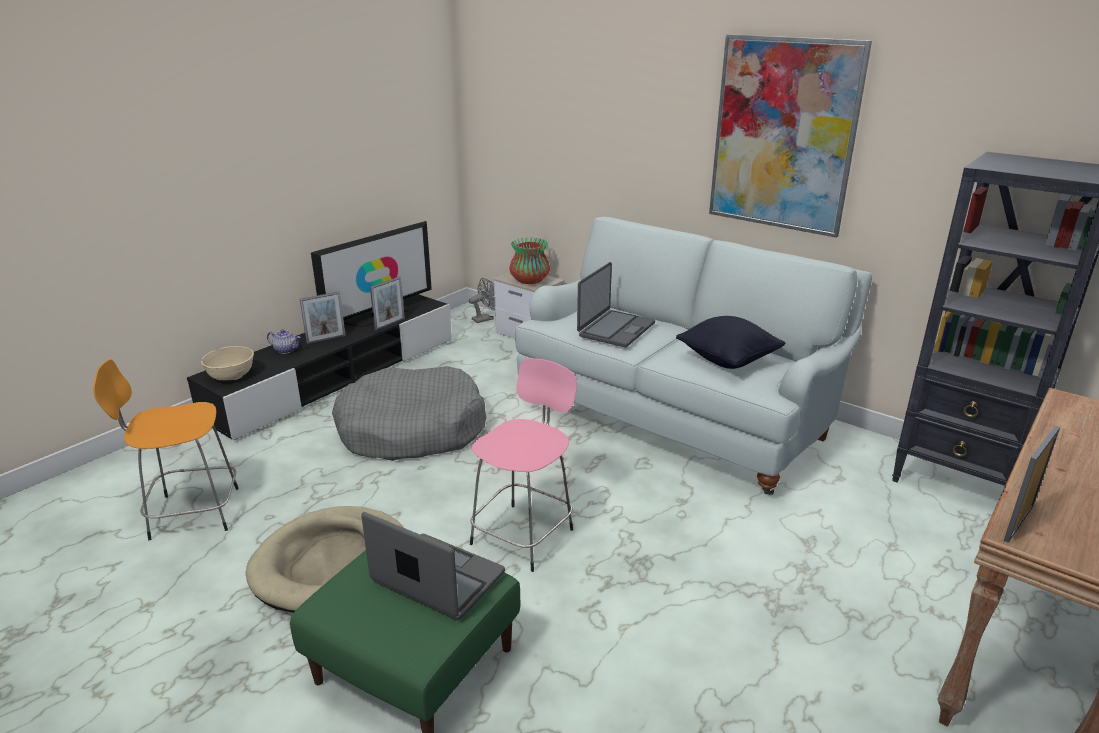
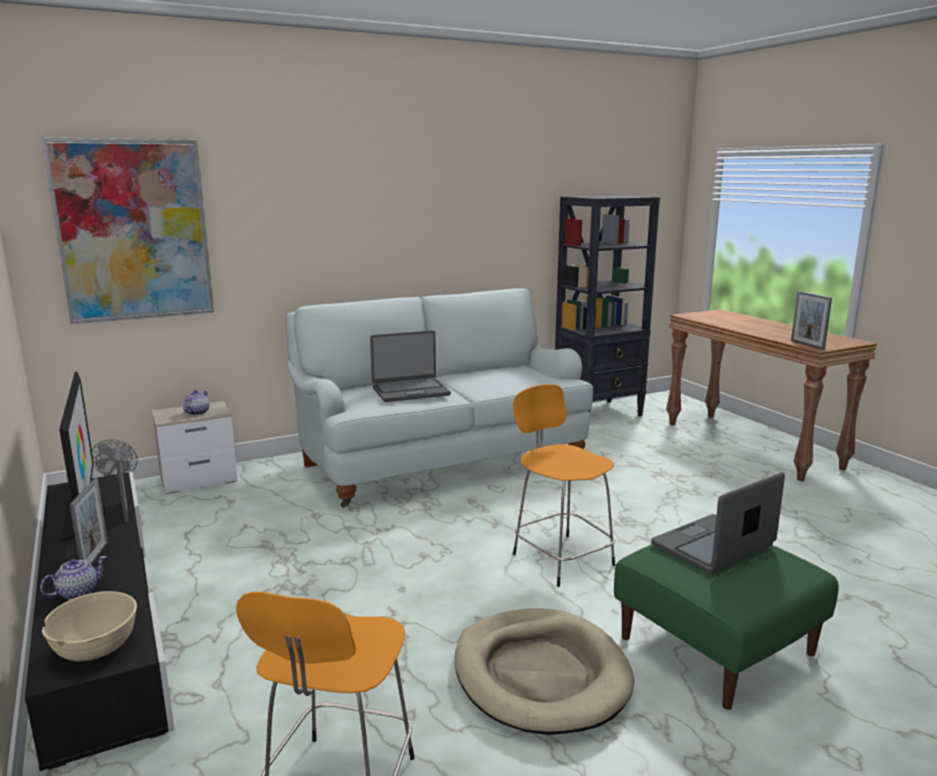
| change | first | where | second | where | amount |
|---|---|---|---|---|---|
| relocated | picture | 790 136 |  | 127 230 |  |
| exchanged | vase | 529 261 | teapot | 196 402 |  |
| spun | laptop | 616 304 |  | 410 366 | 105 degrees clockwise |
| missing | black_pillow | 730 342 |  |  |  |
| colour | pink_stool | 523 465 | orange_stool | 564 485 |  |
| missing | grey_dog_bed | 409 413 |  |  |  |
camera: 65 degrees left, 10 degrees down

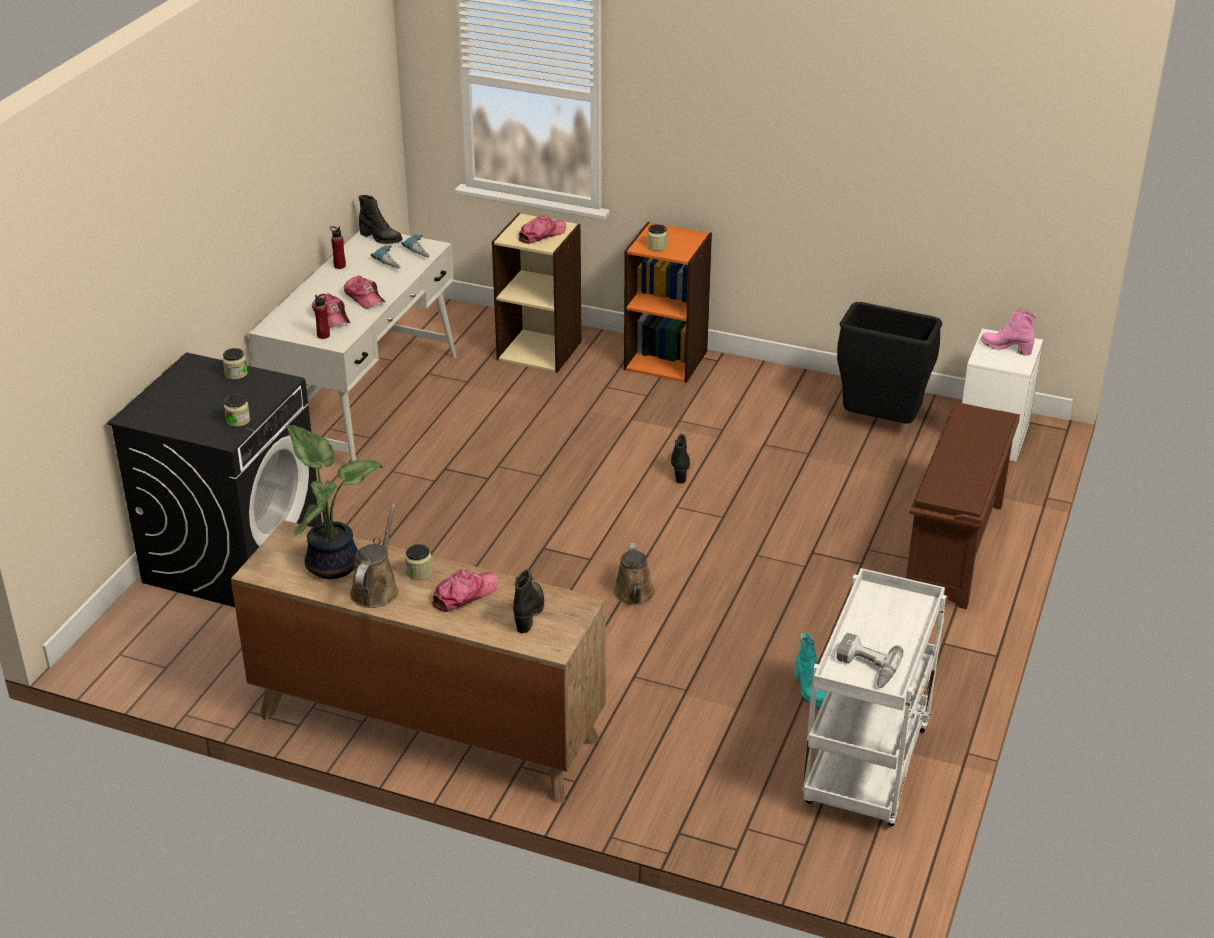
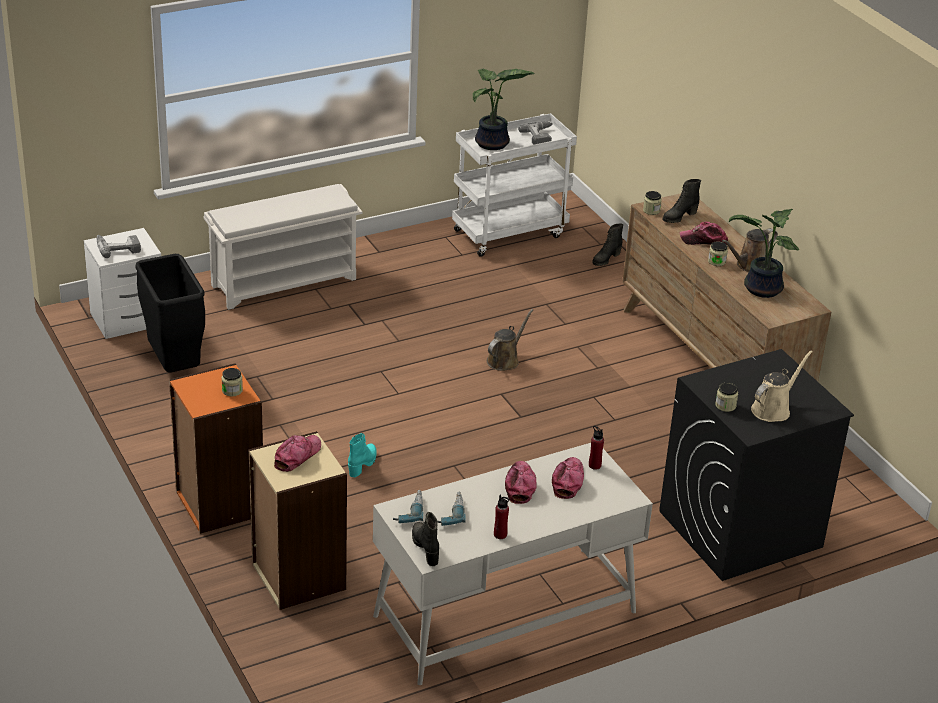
| change | first | where | second | where | amount |
|---|---|---|---|---|---|
| spun | cap | 542 229 |  | 297 453 | 120 degrees clockwise |
| exchanged | pink_boot | 1008 332 | power_drill | 118 246 |  |
| relocated | jar | 237 410 |  | 652 203 |  |
| colour | brown_shoe_rack | 963 505 | white_shoe_rack | 283 247 |  |
| relocated | black_boot | 680 459 |  | 607 244 |  |
| relocated | turquoise_boot | 811 670 |  | 362 455 |  |
| appeared |  |  | potted_plant | 504 109 |  |
| appeared |  |  | beige_watering_can | 782 386 |  |
camera: 140 degrees left, 0 degrees up

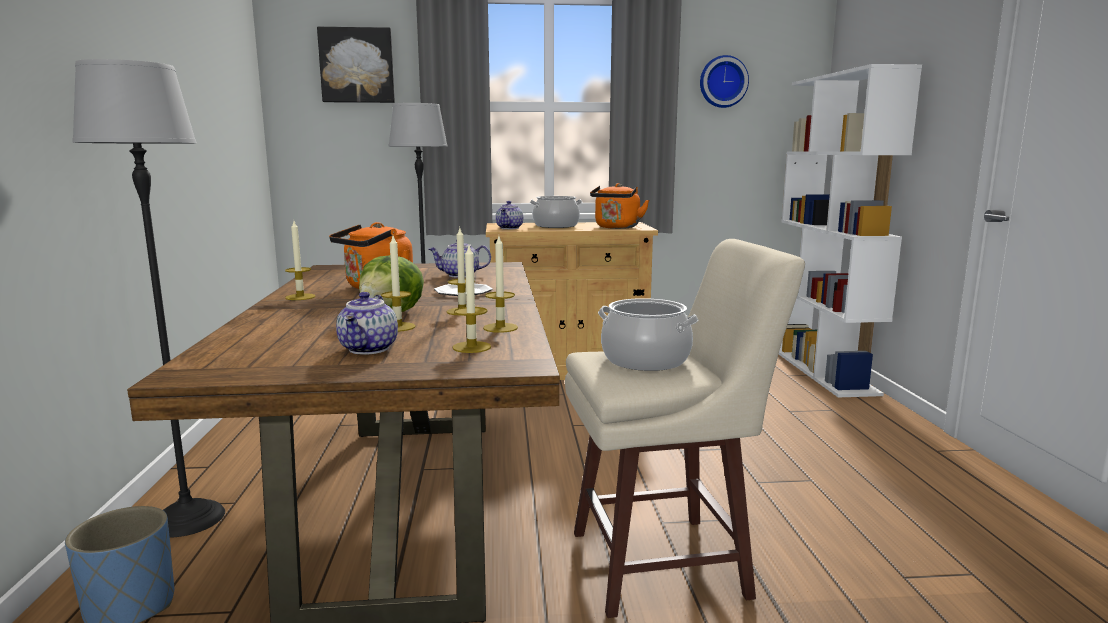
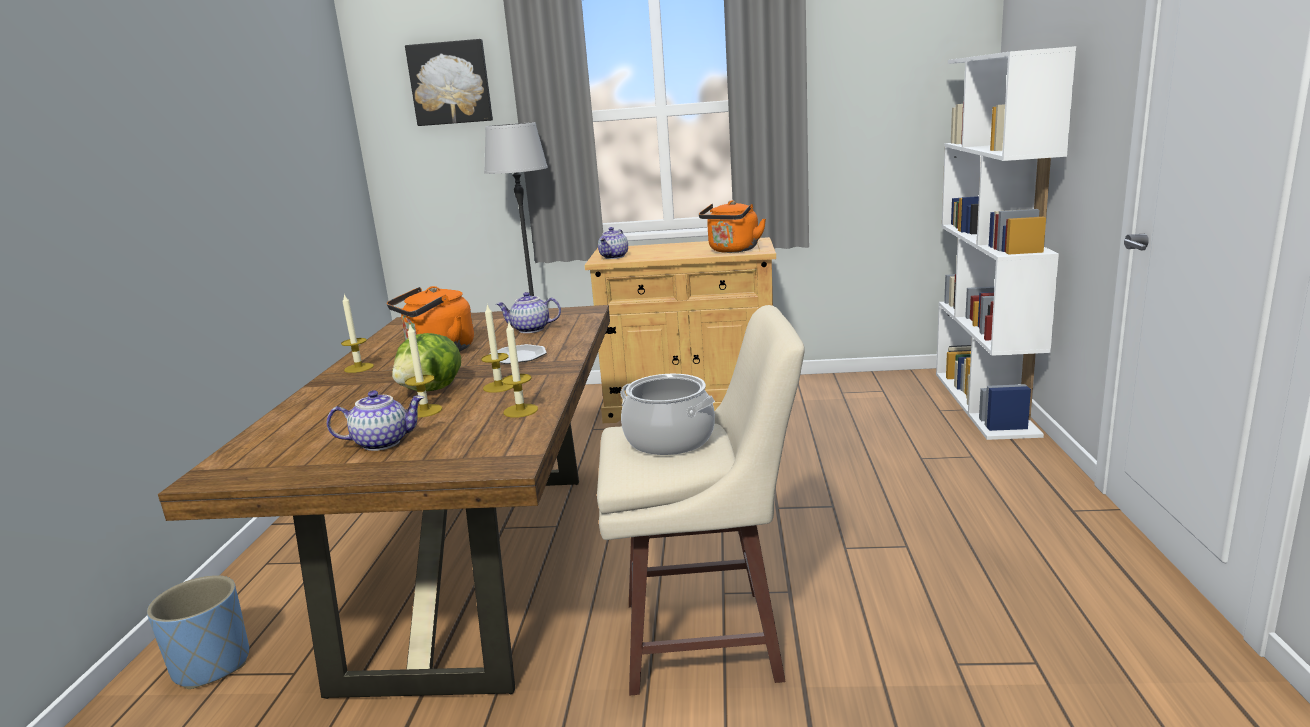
| change | first | where | second | where | amount |
|---|---|---|---|---|---|
| missing | wall_clock | 724 81 |  |  |  |
| missing | floor_lamp | 148 298 |  |  |  |
| missing | cooking_pot | 556 212 |  |  |  |
| missing | candle | 471 299 |  |  |  |
| spun | teapot | 367 323 |  | 375 420 | 120 degrees counterclockwise |
camera: 10 degrees right, 5 degrees up

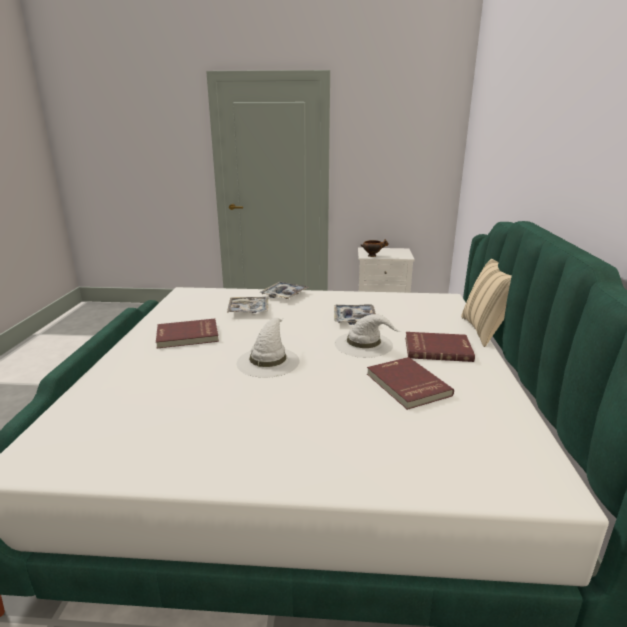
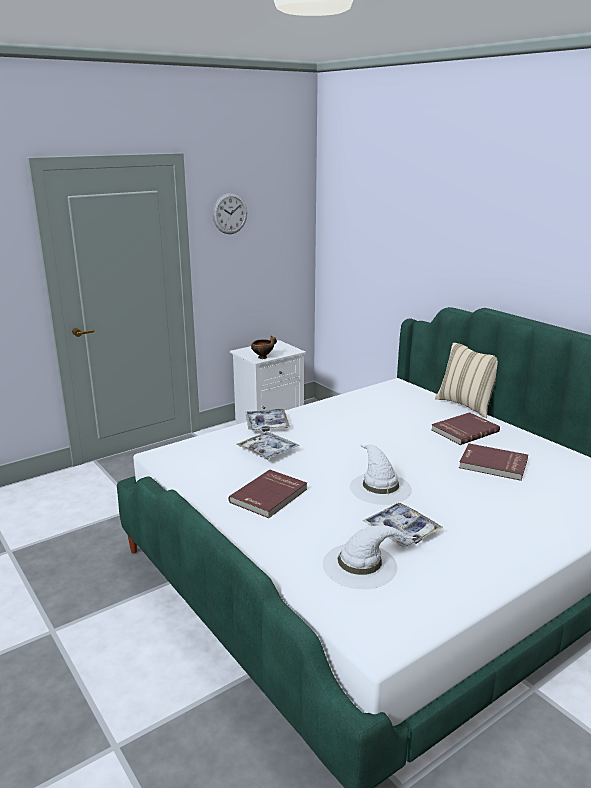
| change | first | where | second | where | amount |
|---|---|---|---|---|---|
| relocated | tray | 355 314 |  | 402 525 |  |
| relocated | white_hat | 367 336 |  | 369 557 |  |
| appeared |  |  | wall_clock | 230 213 |  |
camera: 40 degrees left, 0 degrees up

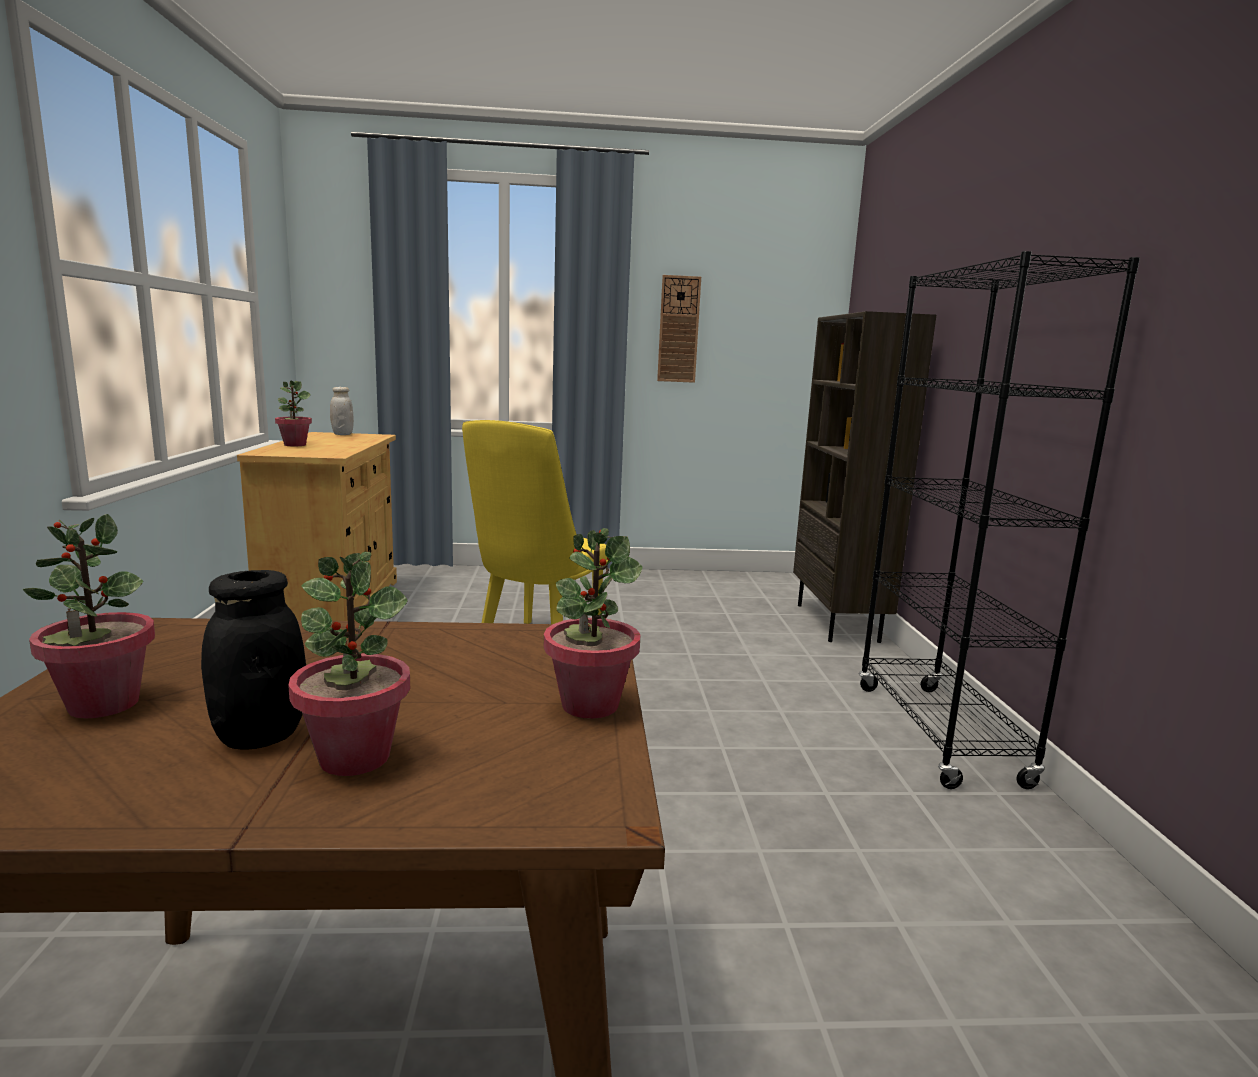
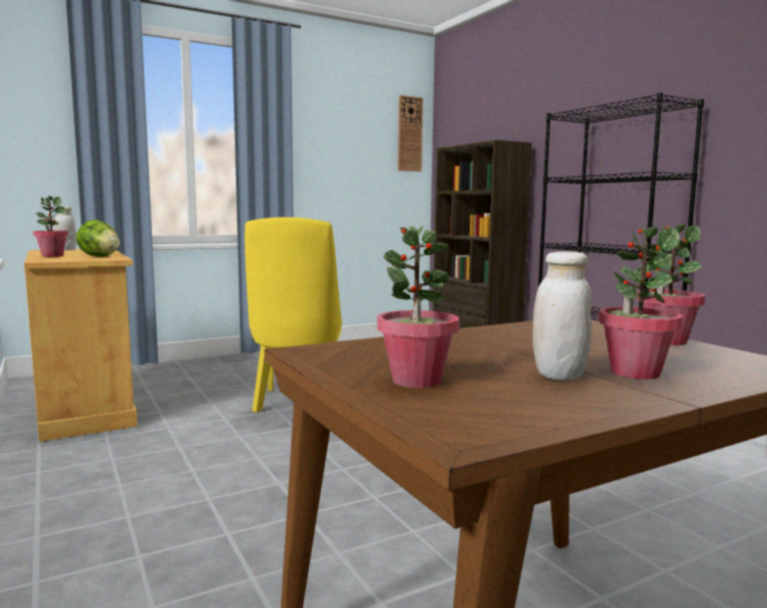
| change | first | where | second | where | amount |
|---|---|---|---|---|---|
| relocated | wall_clock | 679 329 |  | 410 133 |  |
| colour | black_jar | 253 660 | white_jar | 562 315 |  |
| appeared |  |  | lettuce | 98 238 |  |
camera: 25 degrees left, 5 degrees down

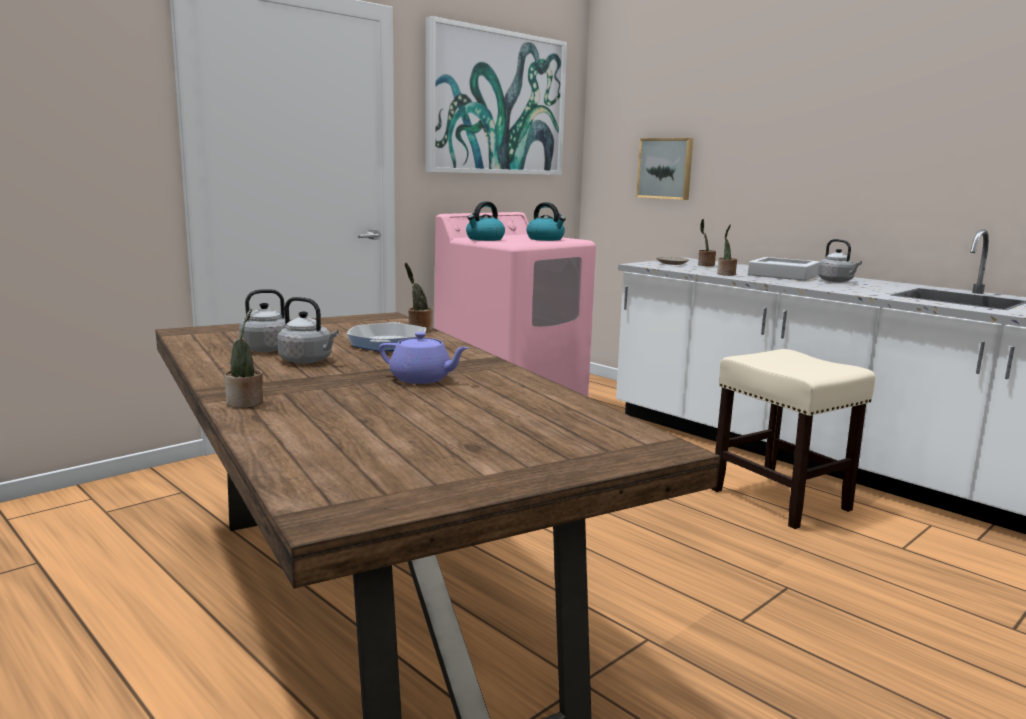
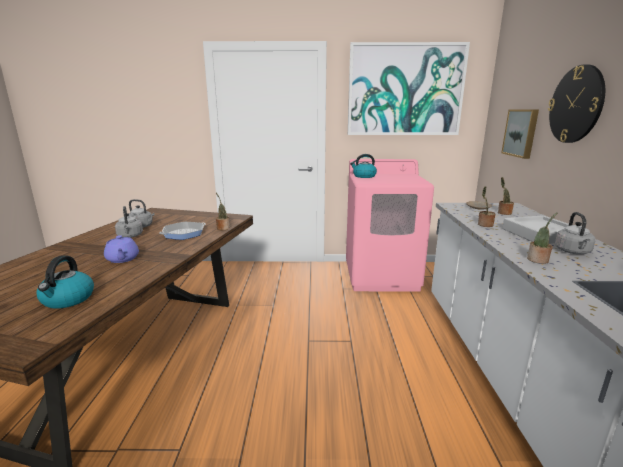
| change | first | where | second | where | amount |
|---|---|---|---|---|---|
| relocated | kettle | 546 221 |  | 65 282 |  |
| relocated | potted_plant | 243 358 |  | 542 238 |  |
| missing | beige_stool | 793 439 |  |  |  |
| appeared |  |  | wall_clock | 576 103 |  |
camera: 45 degrees right, 5 degrees up

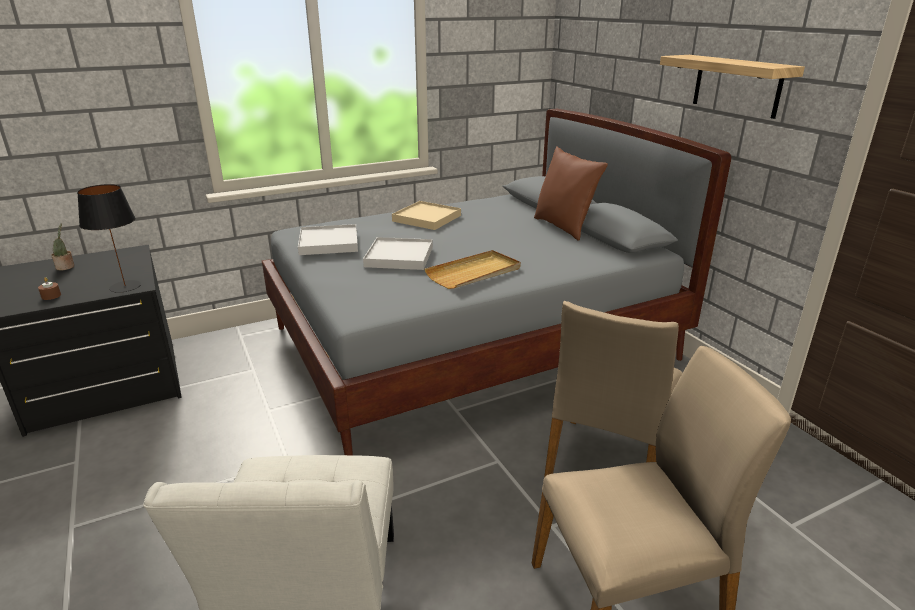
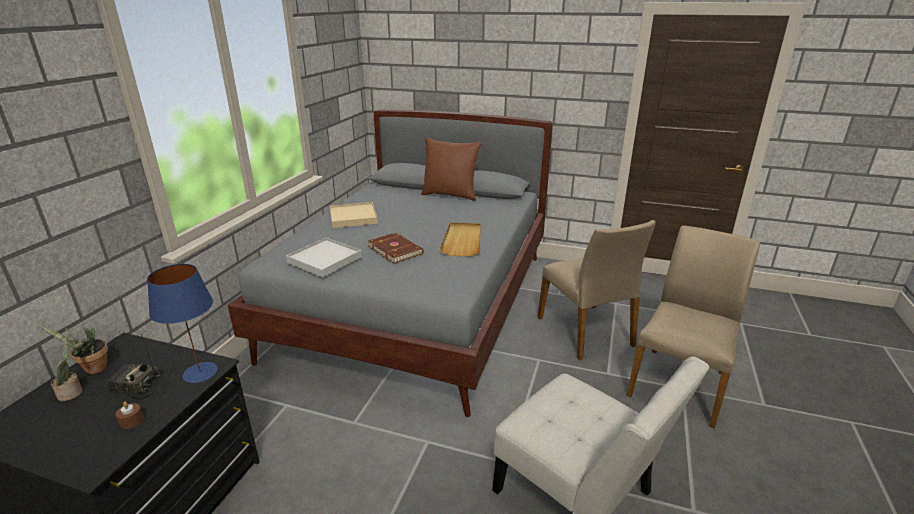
| change | first | where | second | where | amount |
|---|---|---|---|---|---|
| missing | shelf | 732 87 |  |  |  |
| colour | black_table_lamp | 109 238 | blue_table_lamp | 182 323 |  |
| exchanged | white_tray | 398 253 | brown_book | 396 248 |  |
| appeared |  |  | potted_plant | 73 350 |  |
| appeared |  |  | radio | 133 367 |  |
camera: 45 degrees left, 0 degrees up

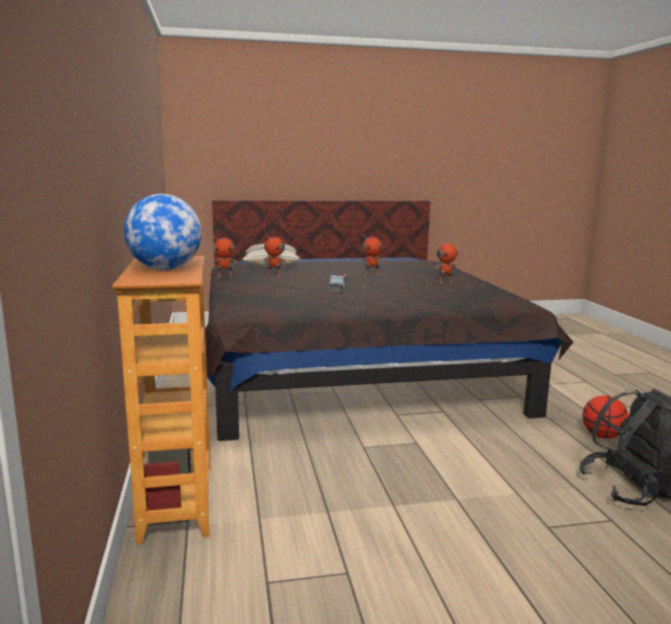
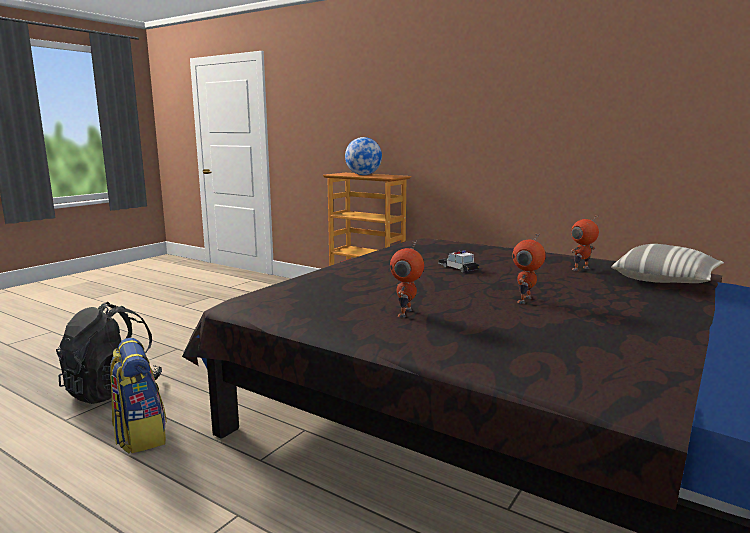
| change | first | where | second | where | amount |
|---|---|---|---|---|---|
| missing | toy_robot | 224 256 |  |  |  |
| exchanged | basketball | 605 417 | backpack | 138 396 |  |
camera: 135 degrees right, 0 degrees up

